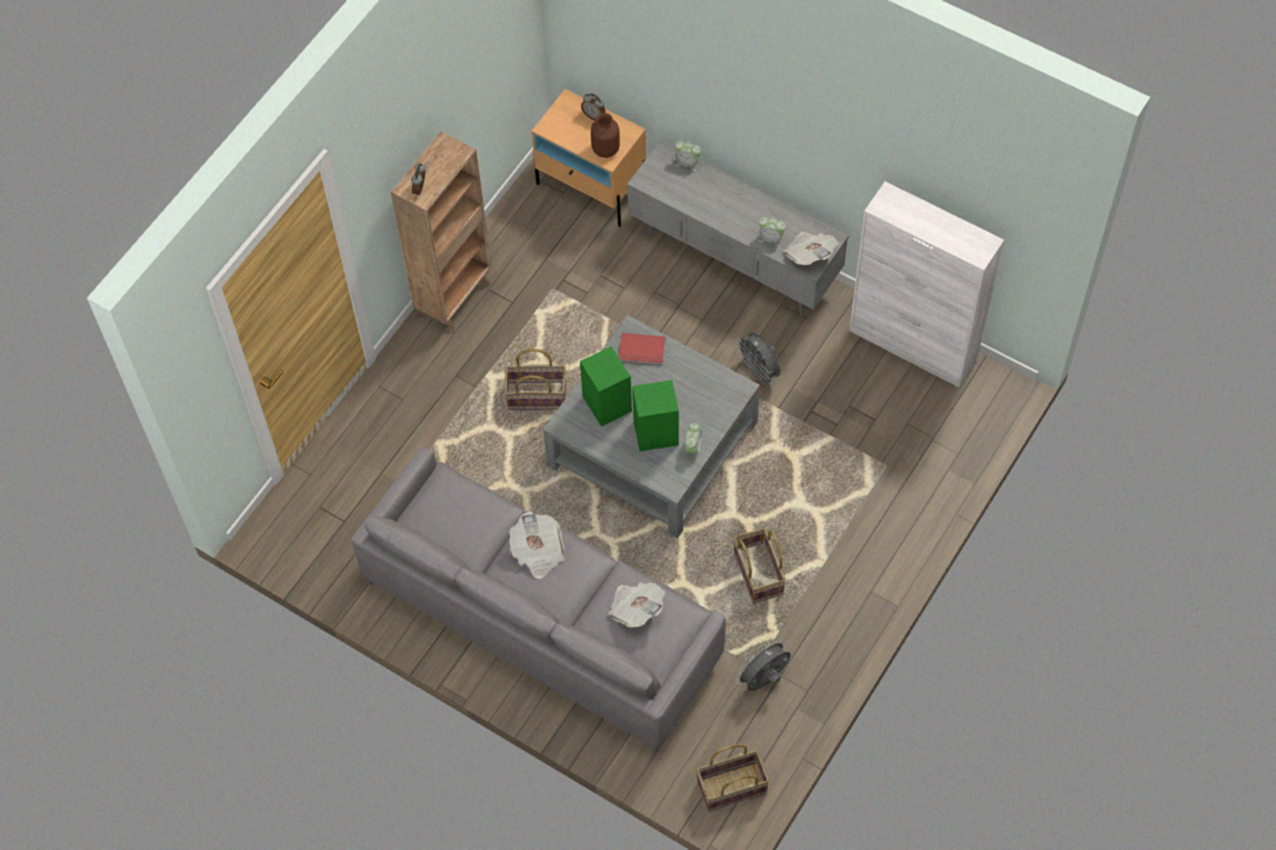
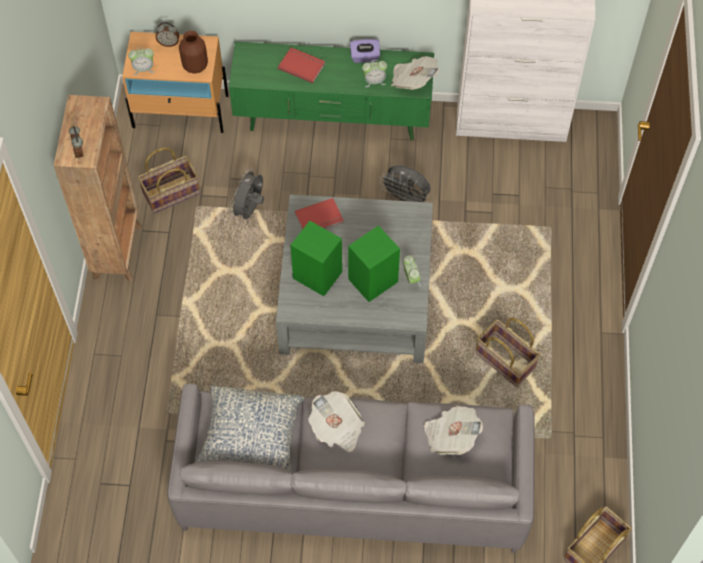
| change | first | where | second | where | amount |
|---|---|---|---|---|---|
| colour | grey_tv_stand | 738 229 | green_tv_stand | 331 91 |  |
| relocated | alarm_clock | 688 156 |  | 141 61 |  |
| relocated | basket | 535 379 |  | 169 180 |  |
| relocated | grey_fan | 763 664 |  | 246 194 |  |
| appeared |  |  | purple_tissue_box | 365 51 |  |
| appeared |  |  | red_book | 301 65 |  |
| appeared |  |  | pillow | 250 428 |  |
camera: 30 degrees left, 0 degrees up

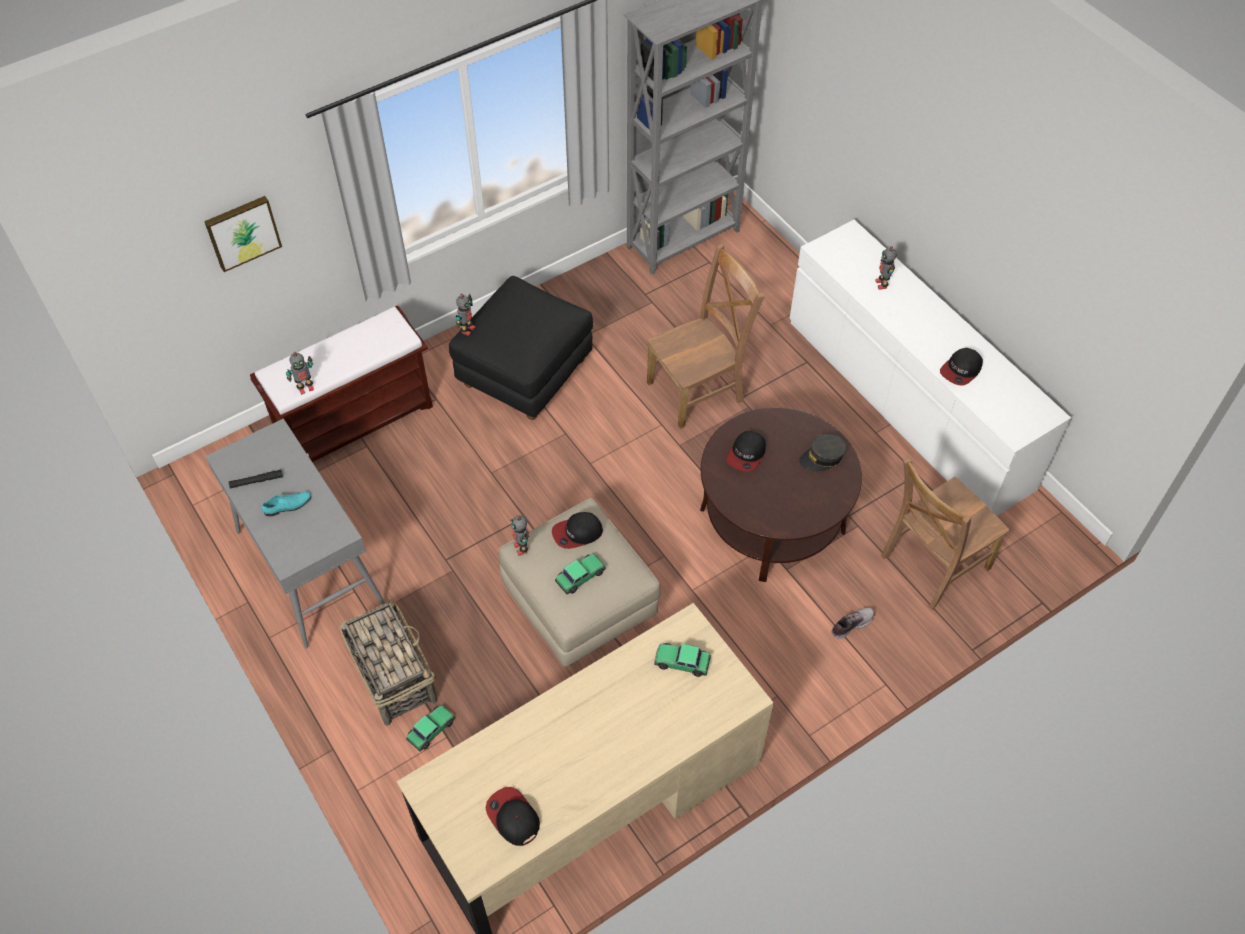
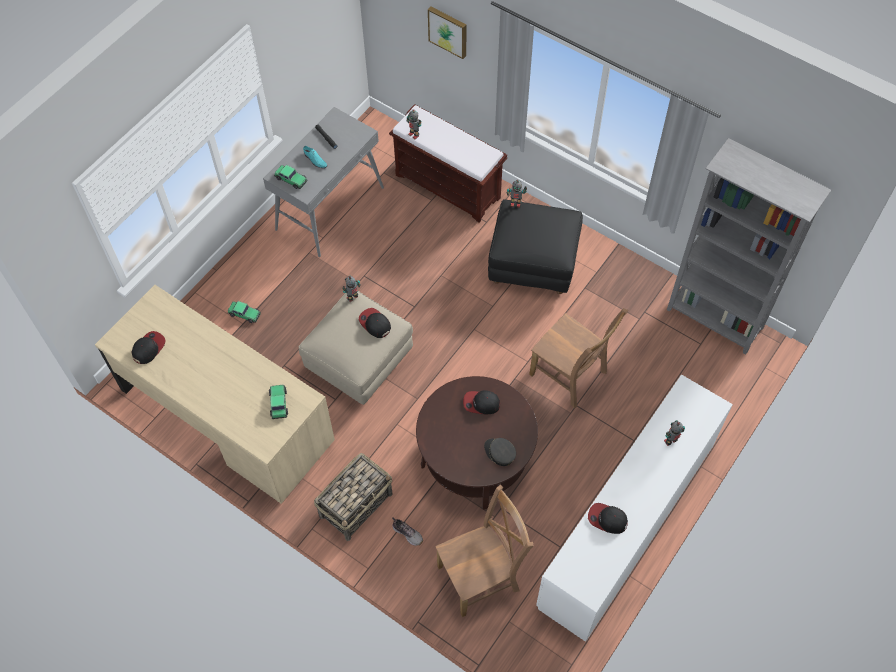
| change | first | where | second | where | amount |
|---|---|---|---|---|---|
| spun | brown_chair | 945 533 |  | 484 551 | 120 degrees clockwise |
| relocated | toy_car | 580 574 |  | 291 177 |  |
| relocated | basket | 388 662 |  | 353 497 |  |
camera: 70 degrees right, 5 degrees up

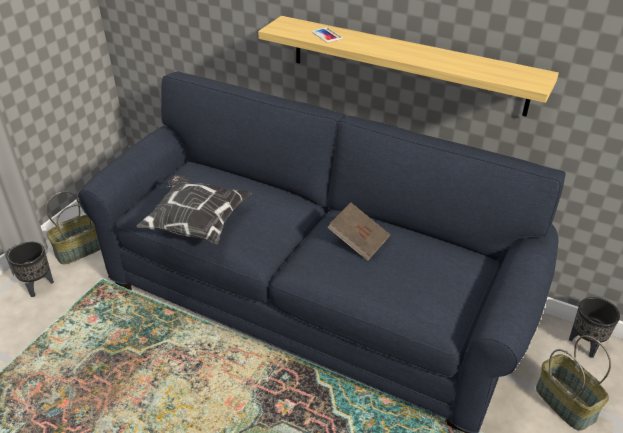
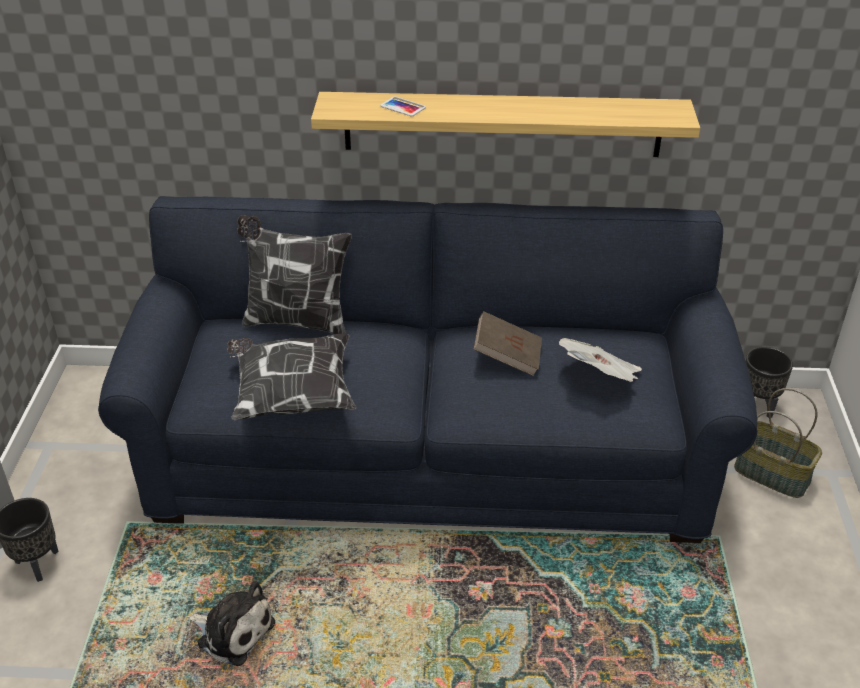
| change | first | where | second | where | amount |
|---|---|---|---|---|---|
| missing | basket | 73 227 |  |  |  |
| appeared |  |  | pillow | 295 274 |  |
| appeared |  |  | newspaper | 600 360 |  |
| appeared |  |  | plush_toy | 231 623 |  |
camera: 25 degrees left, 0 degrees up

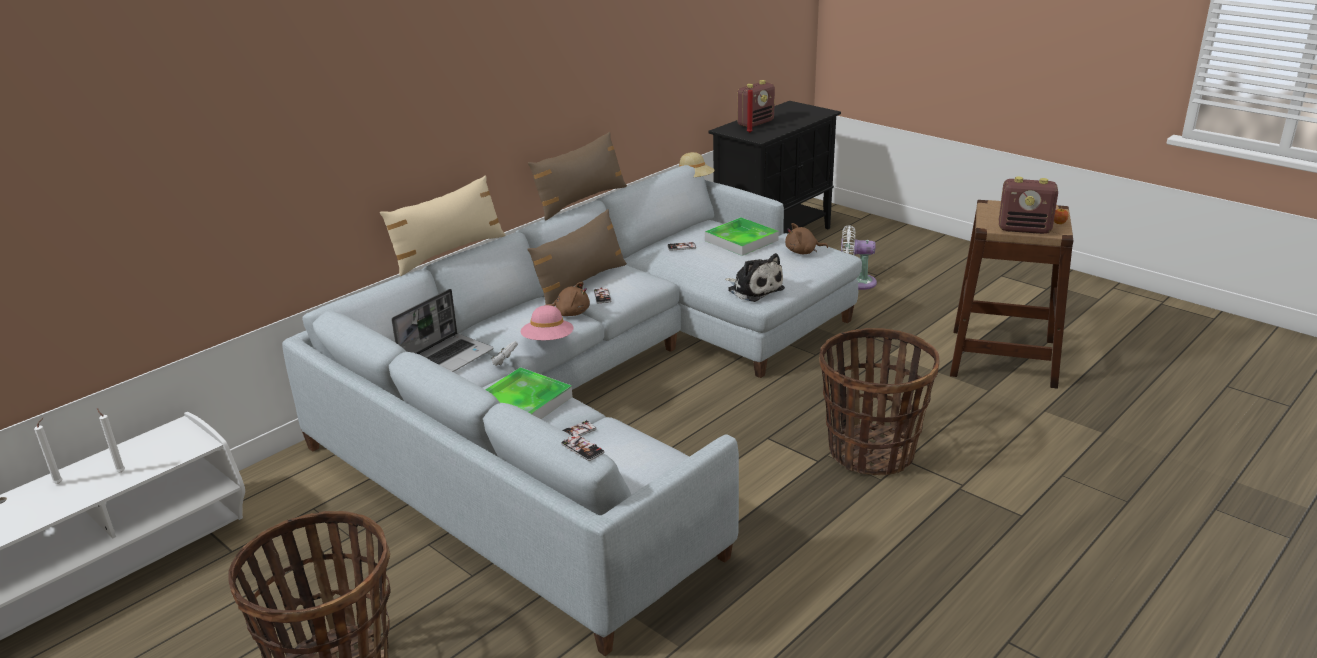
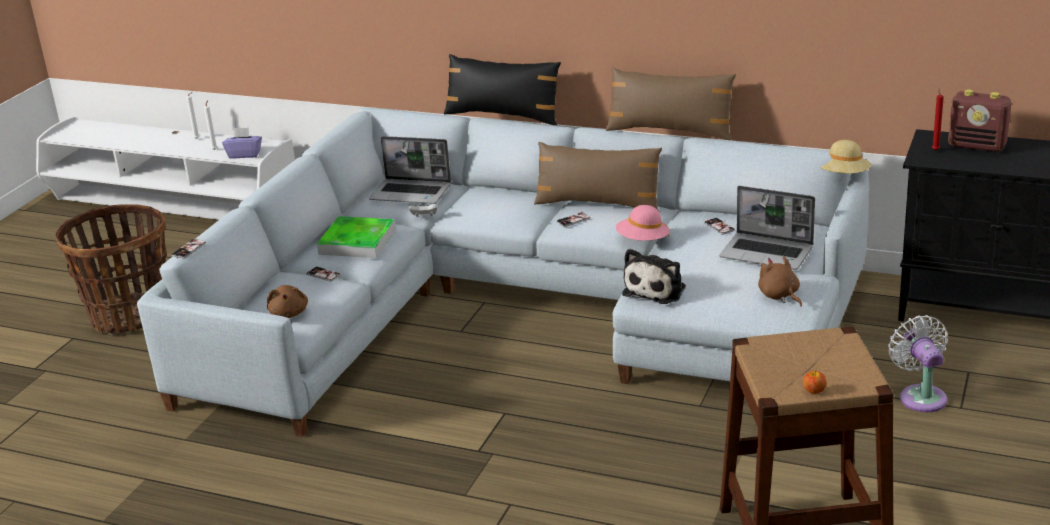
| change | first | where | second | where | amount |
|---|---|---|---|---|---|
| colour | beige_pillow | 443 225 | black_pillow | 502 89 |  |
| missing | radio | 1028 205 |  |  |  |
| exchanged | tray | 742 236 | laptop | 767 228 |  |
| relocated | brown_plush_toy | 568 299 |  | 287 301 |  |
| relocated | pink_hat | 547 322 |  | 643 223 |  |
| missing | basket | 879 401 |  |  |  |
| appeared |  |  | purple_tissue_box | 242 143 |  |
camera: 70 degrees right, 0 degrees up

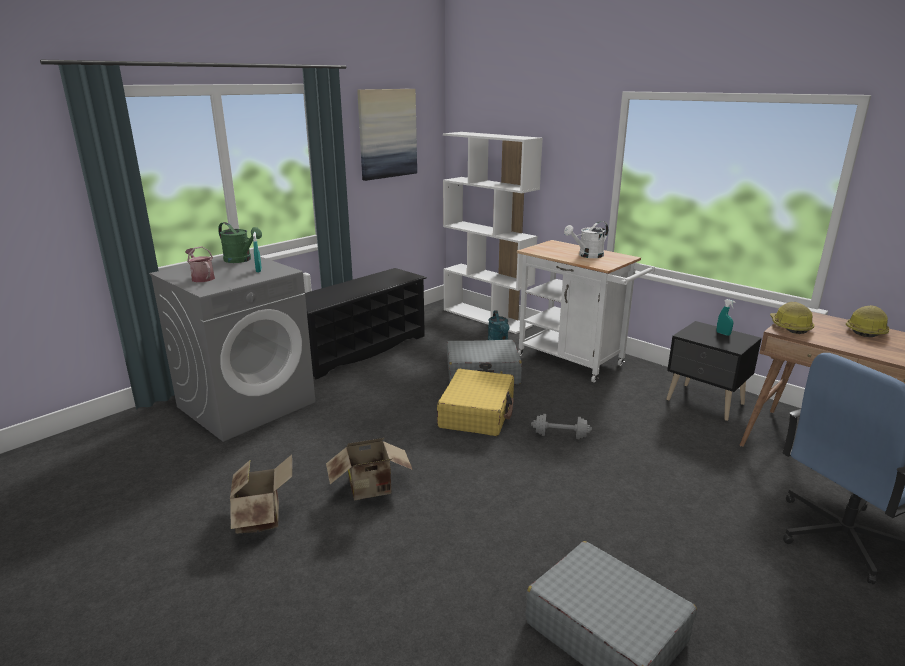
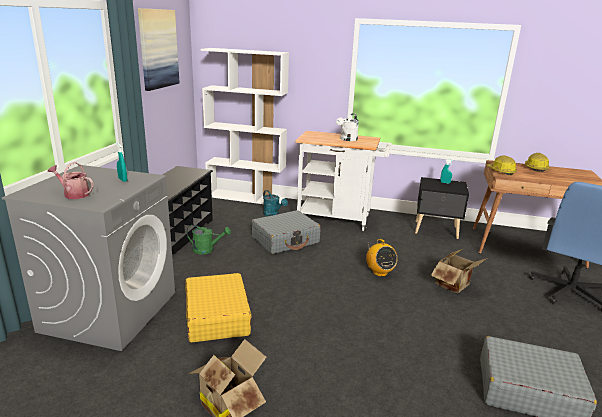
| change | first | where | second | where | amount |
|---|---|---|---|---|---|
| relocated | green_watering_can | 240 242 |  | 208 240 |  |
| relocated | yellow_suitcase | 475 402 |  | 218 308 |  |
| exchanged | grey_dumbbell | 561 426 | radio | 381 258 |  |
| relocated | cardboard_box | 369 469 |  | 459 271 |  |
camera: 30 degrees left, 0 degrees up

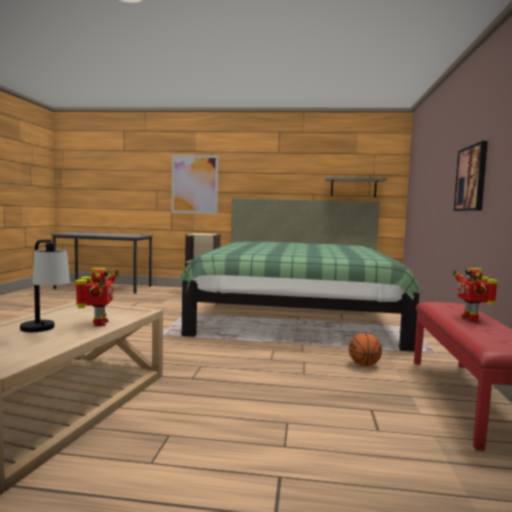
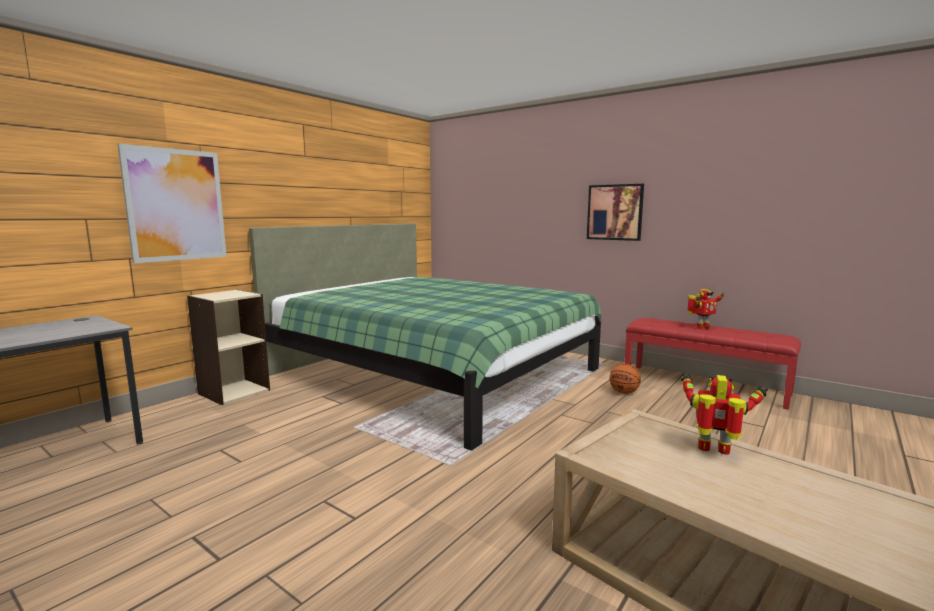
| change | first | where | second | where | amount |
|---|---|---|---|---|---|
| missing | shelf | 356 186 |  |  |  |
| missing | table_lamp | 45 286 |  |  |  |
| spun | toy_robot | 475 294 |  | 706 309 | 60 degrees counterclockwise |
camera: 60 degrees left, 5 degrees up

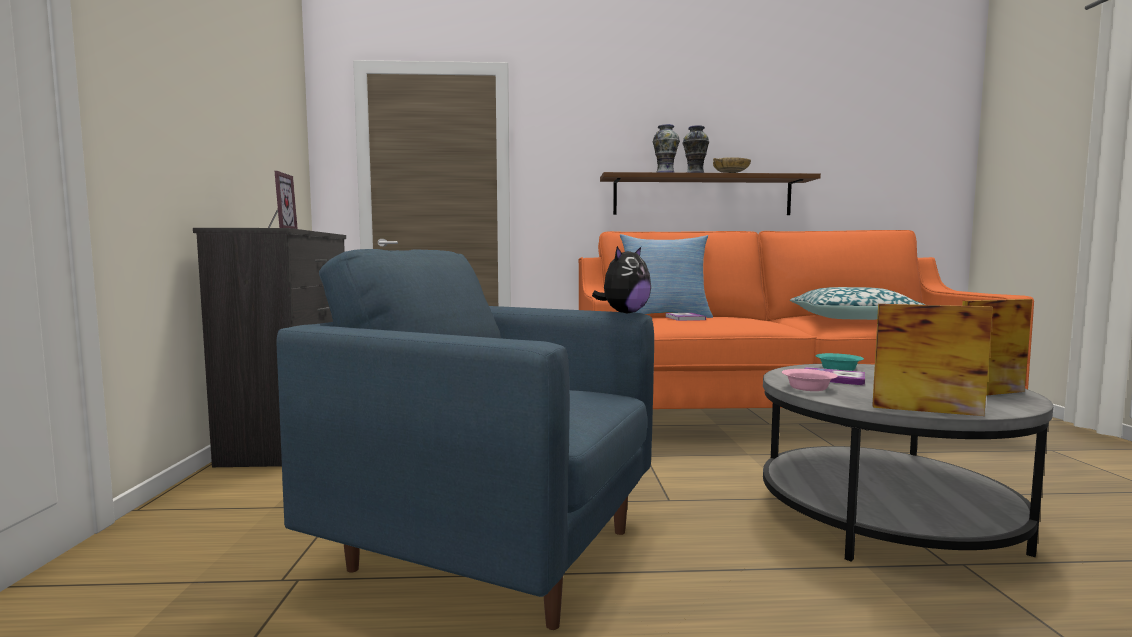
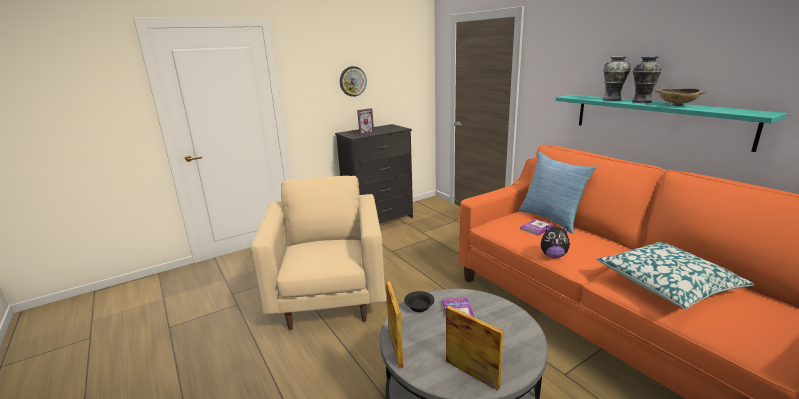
| change | first | where | second | where | amount |
|---|---|---|---|---|---|
| colour | brown_shelf | 710 193 | turquoise_shelf | 671 123 |  |
| relocated | plush_toy | 621 280 |  | 555 241 |  |
| colour | blue_armchair | 465 439 | beige_armchair | 318 253 |  |
| missing | turquoise_bowl | 839 362 |  |  |  |
| colour | pink_bowl | 810 380 | black_bowl | 419 301 |  |
| appeared |  |  | wall_clock | 353 81 |  |
camera: 60 degrees right, 15 degrees up

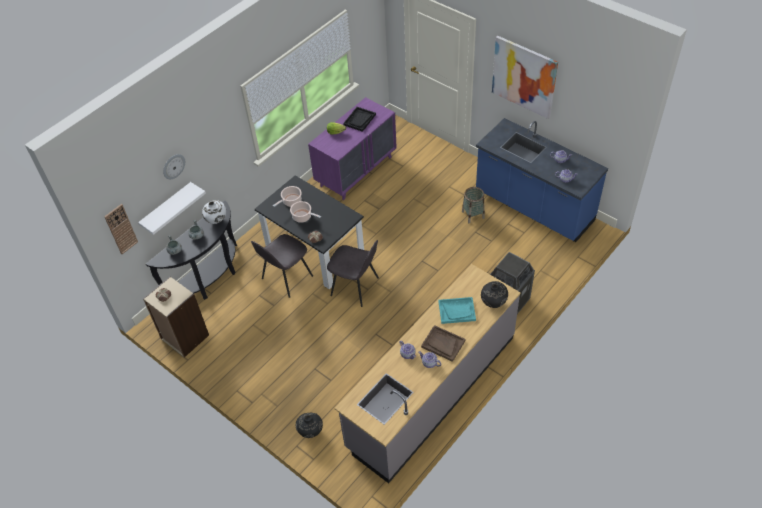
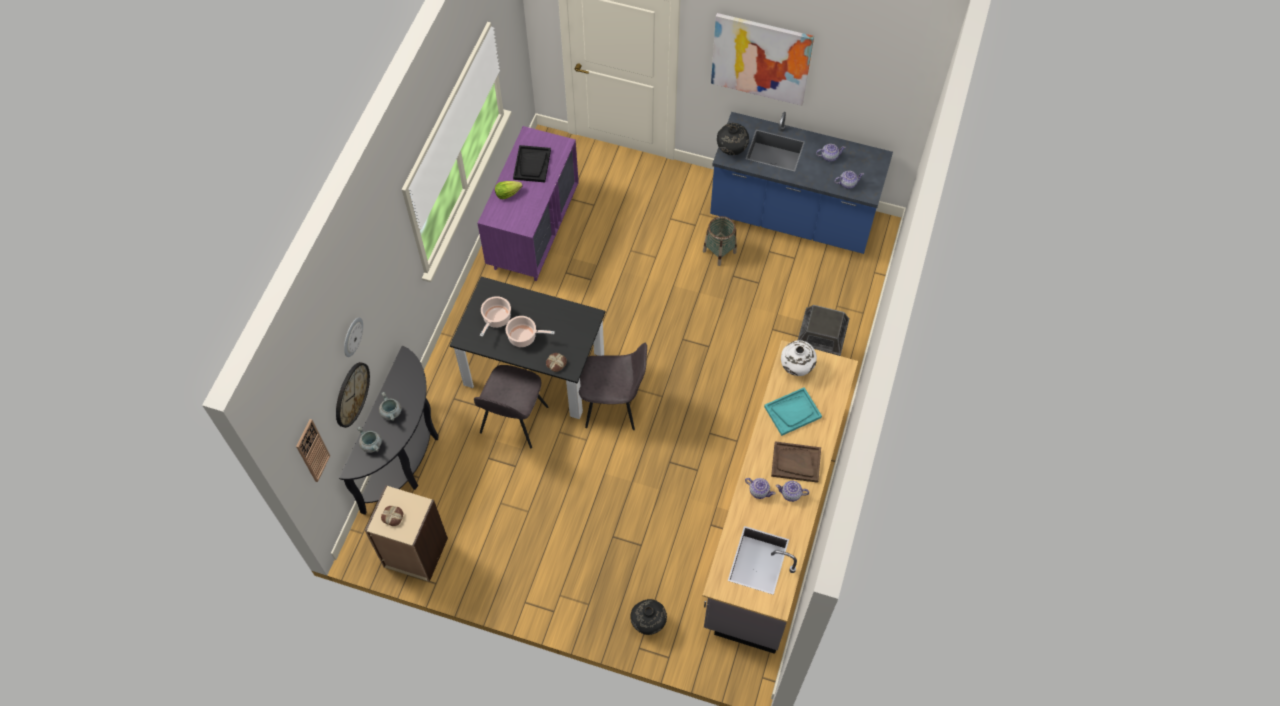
| change | first | where | second | where | amount |
|---|---|---|---|---|---|
| exchanged | white_shelf | 172 208 | wall_clock | 353 395 |  |
| relocated | white_vase | 214 212 |  | 799 358 |  |
| relocated | black_vase | 494 294 |  | 733 139 |  |
camera: 25 degrees left, 10 degrees up

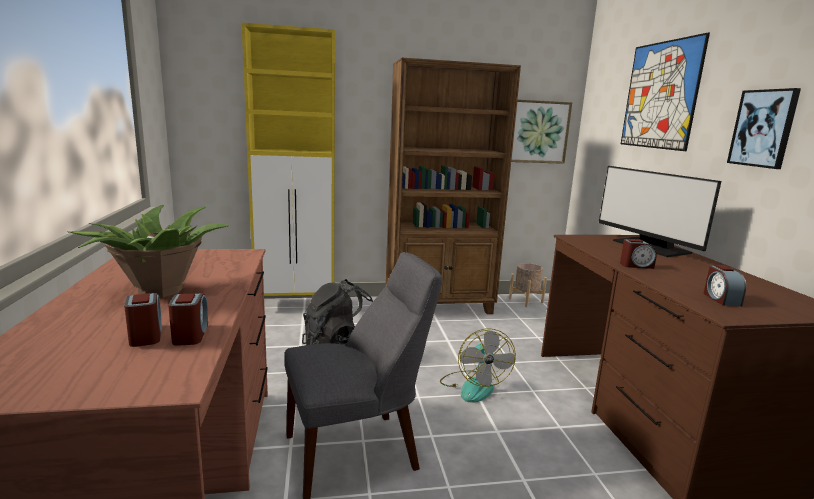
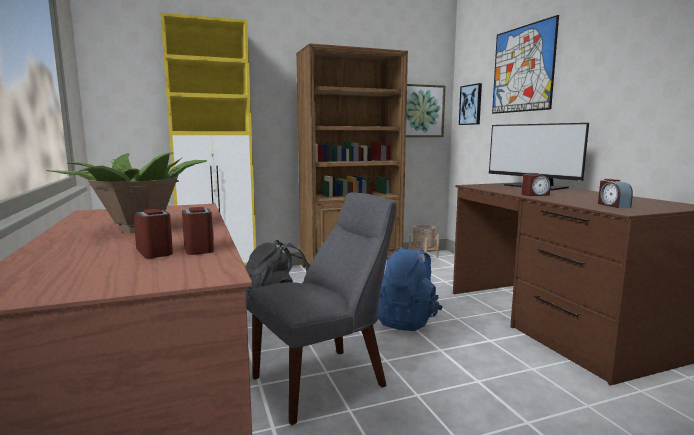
| change | first | where | second | where | amount |
|---|---|---|---|---|---|
| relocated | picture | 764 128 |  | 470 104 |  |
| exchanged | fan | 478 365 | blue_backpack | 410 288 |  |
camera: 10 degrees left, 5 degrees down

